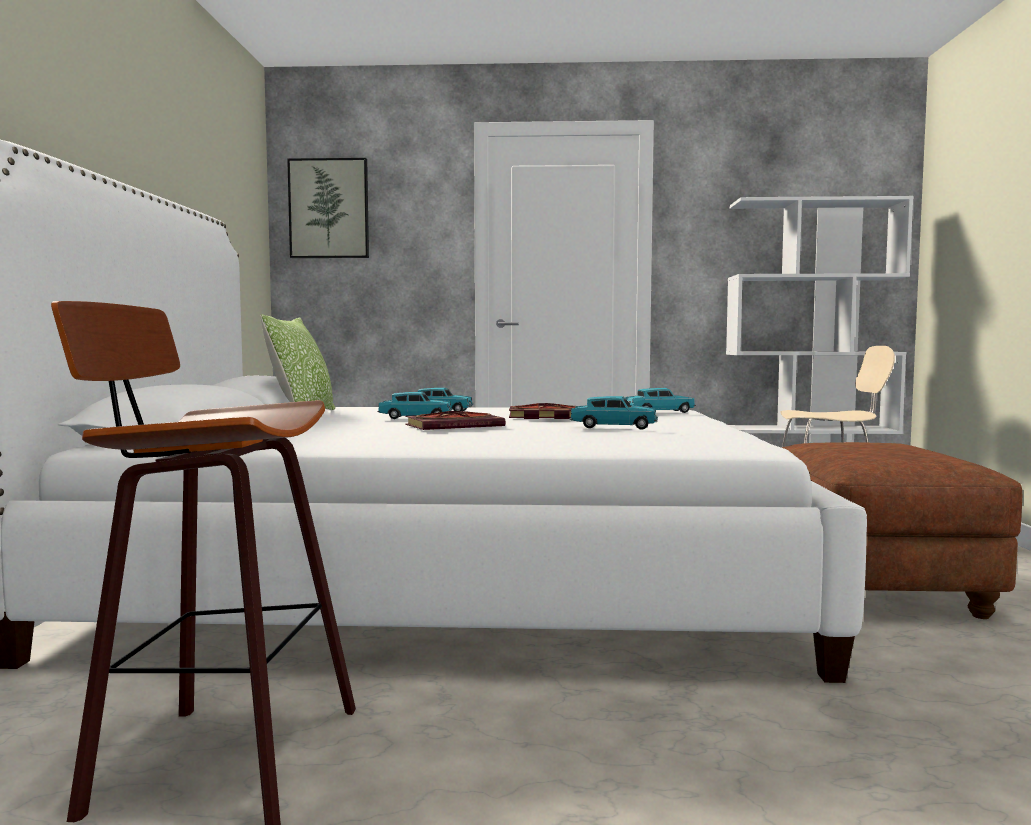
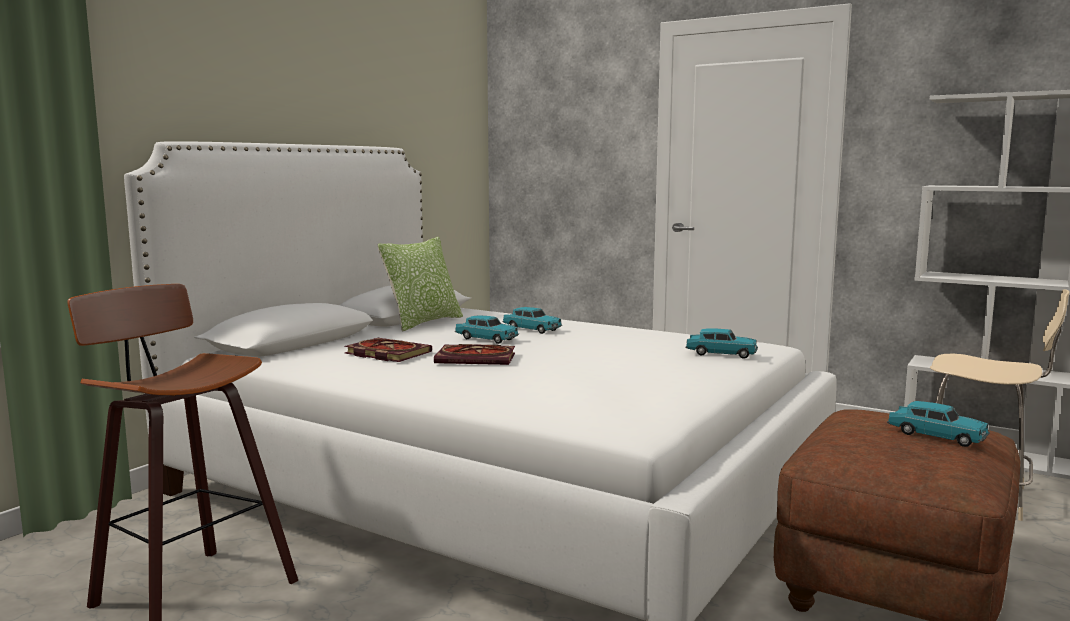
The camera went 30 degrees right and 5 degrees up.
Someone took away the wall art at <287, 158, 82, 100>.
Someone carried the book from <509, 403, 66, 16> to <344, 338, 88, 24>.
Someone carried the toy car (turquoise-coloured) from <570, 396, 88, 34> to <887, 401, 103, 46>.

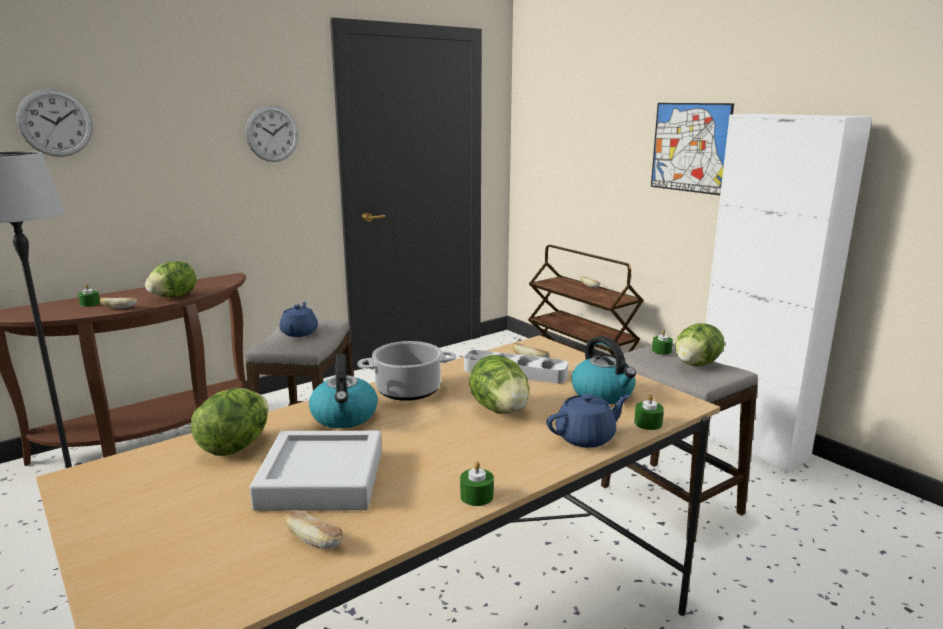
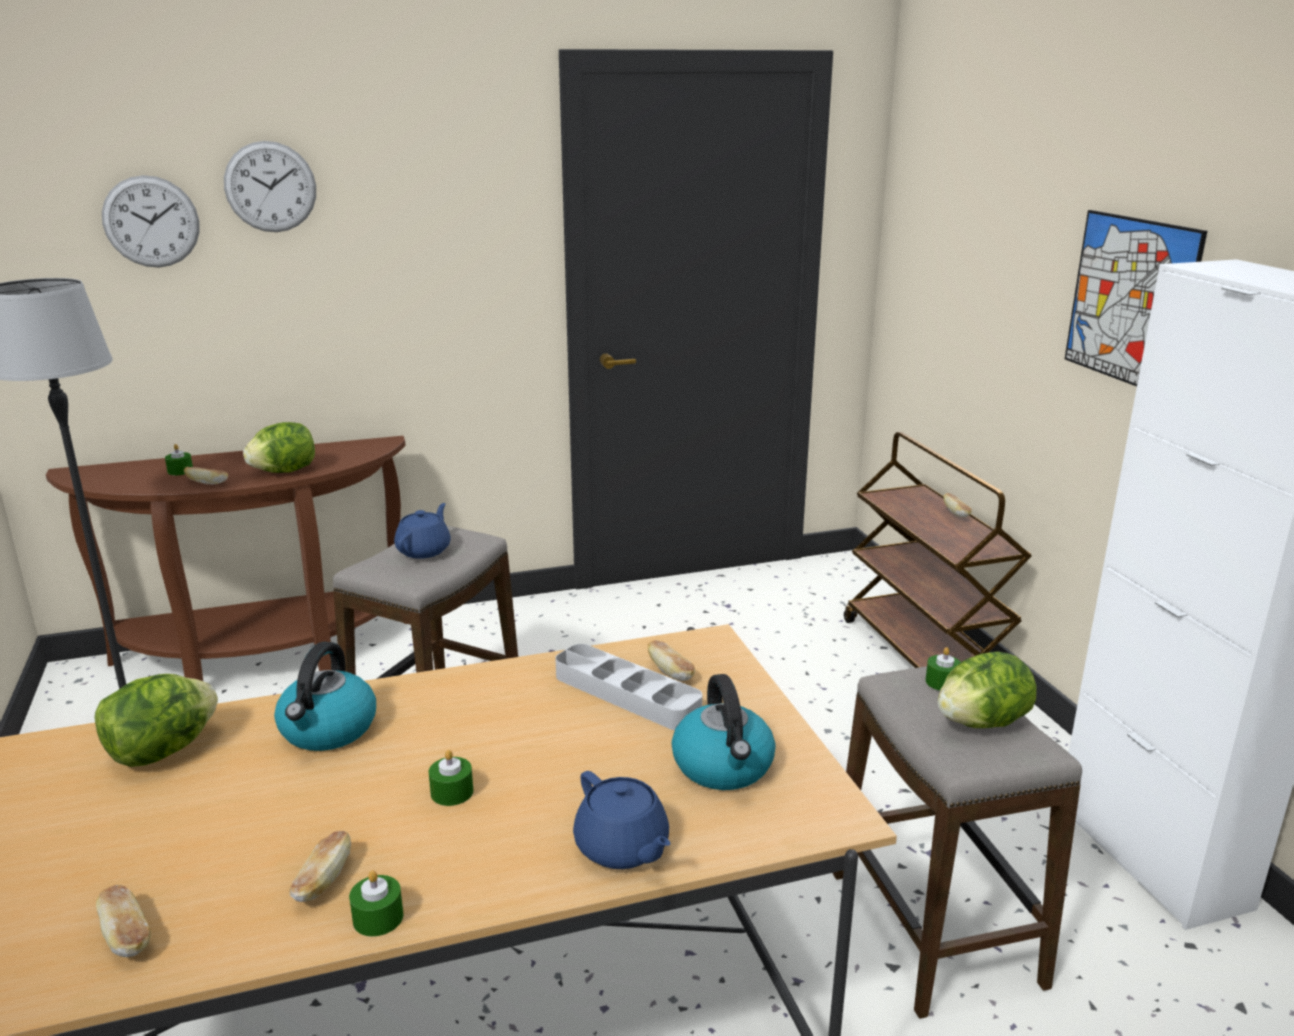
The camera went 20 degrees right and 5 degrees up.
Someone carried the wall clock from <245, 106, 53, 56> to <224, 141, 92, 91>.
Someone took away the serving tray (grey) at <250, 431, 132, 80>.
Someone took away the stockpot at <357, 341, 99, 60>.
Someone took away the head of lettuce at <469, 355, 60, 58>.
Someone rotated the tea pot (blue-coloured) at <547, 394, 83, 54> by 60 degrees clockwise.
Someone carried the wax candle (greenish) from <634, 394, 30, 36> to <429, 750, 44, 56>.
Someone put down the bakery bread at <289, 831, 62, 71>.

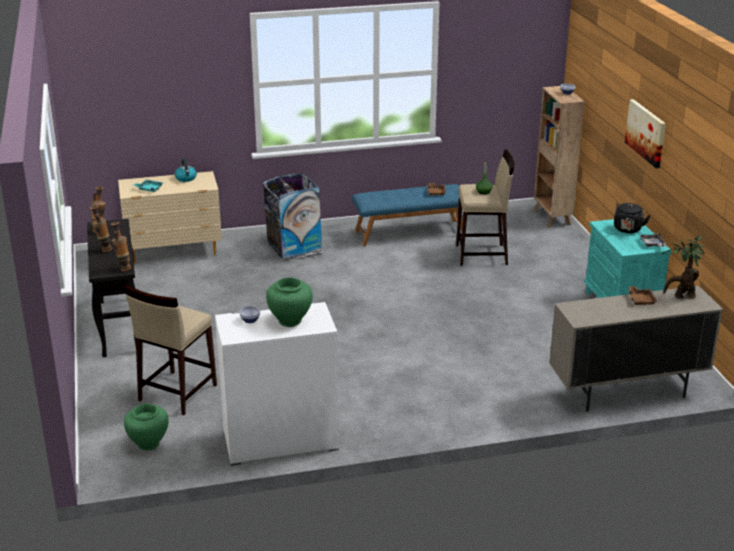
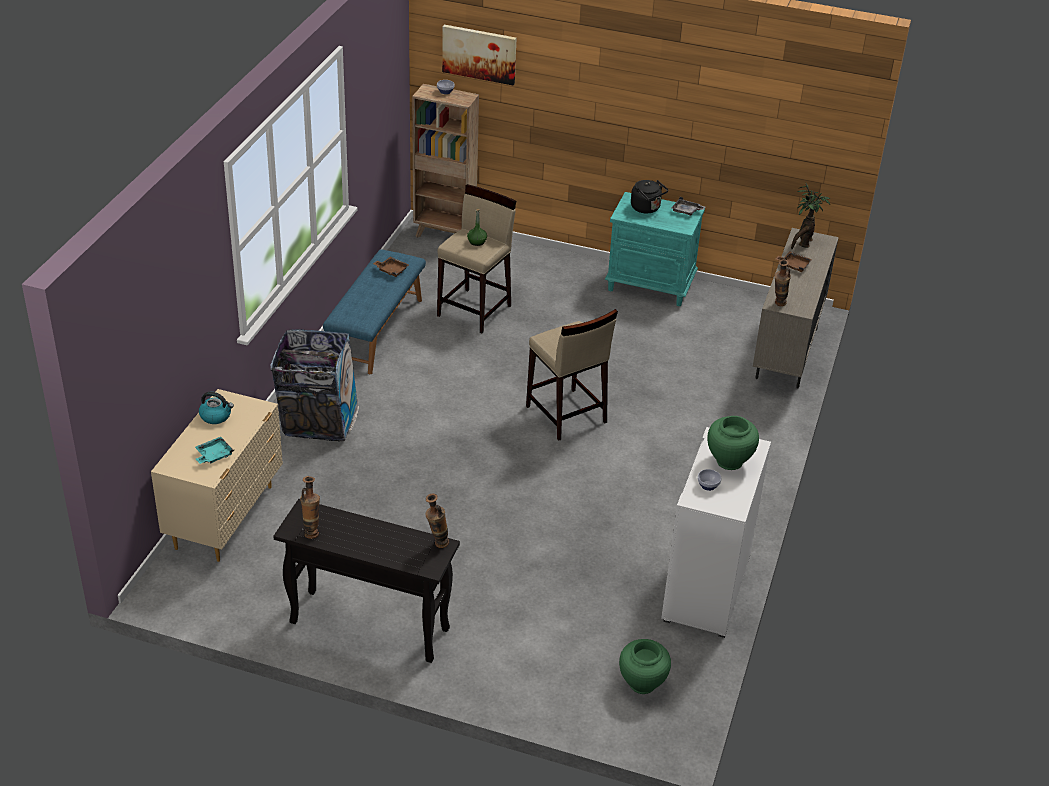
The camera went 60 degrees left and 10 degrees up.
Someone carried the vase from <89, 205, 23, 47> to <775, 259, 16, 47>.
Someone carried the stool (beige) from <124, 285, 93, 130> to <526, 309, 92, 132>.
Someone carried the wall art from <625, 99, 41, 69> to <442, 25, 74, 60>.

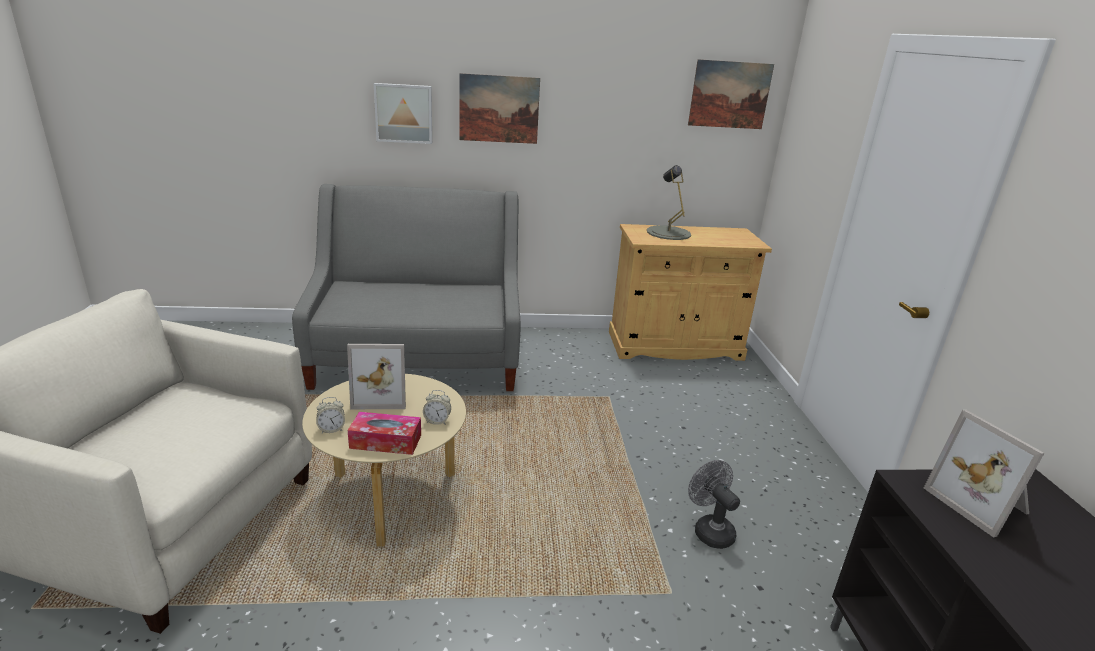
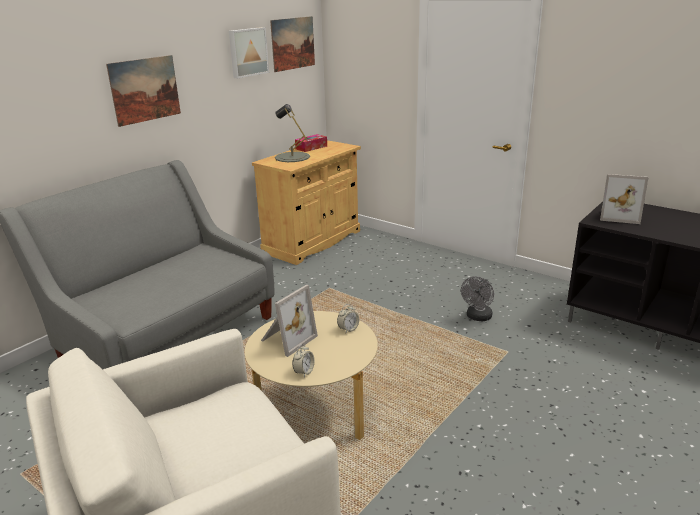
The camera went 45 degrees left and 0 degrees up.
Someone carried the tissue box from <348, 412, 73, 43> to <295, 134, 32, 18>.
Someone carried the wall art from <374, 83, 58, 61> to <229, 27, 40, 51>.
Someone rotated the electric fan (grey) at <688, 460, 52, 89> by 75 degrees counterclockwise.

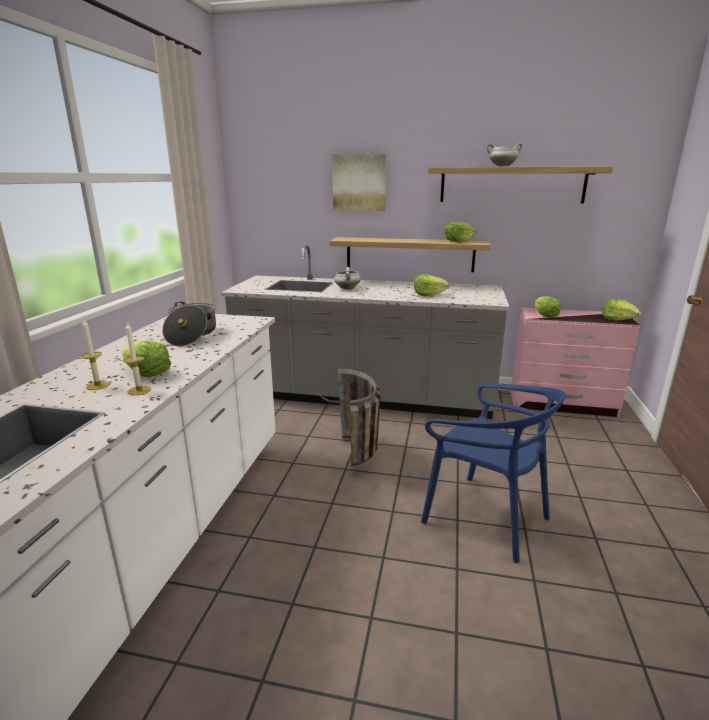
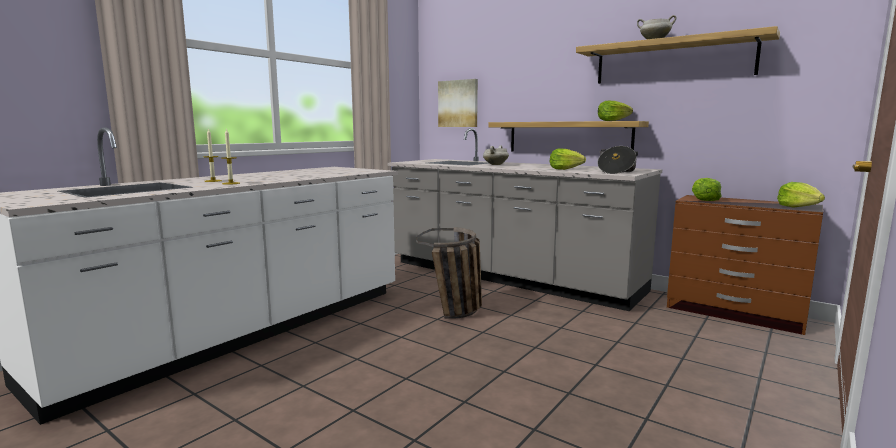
The camera went 25 degrees right and 10 degrees down.
Someone took away the head of lettuce at <122, 341, 49, 36>.
Someone carried the stockpot from <162, 302, 54, 45> to <598, 146, 40, 28>.
Someone carried the wall art from <332, 153, 54, 58> to <438, 79, 40, 48>.
Someone took away the chair (blue-coloured) at <421, 383, 145, 180>.
Someone repainted the dresser (pink-coloured) at <510, 307, 130, 110>, which became the dresser (brown) at <667, 195, 156, 140>.

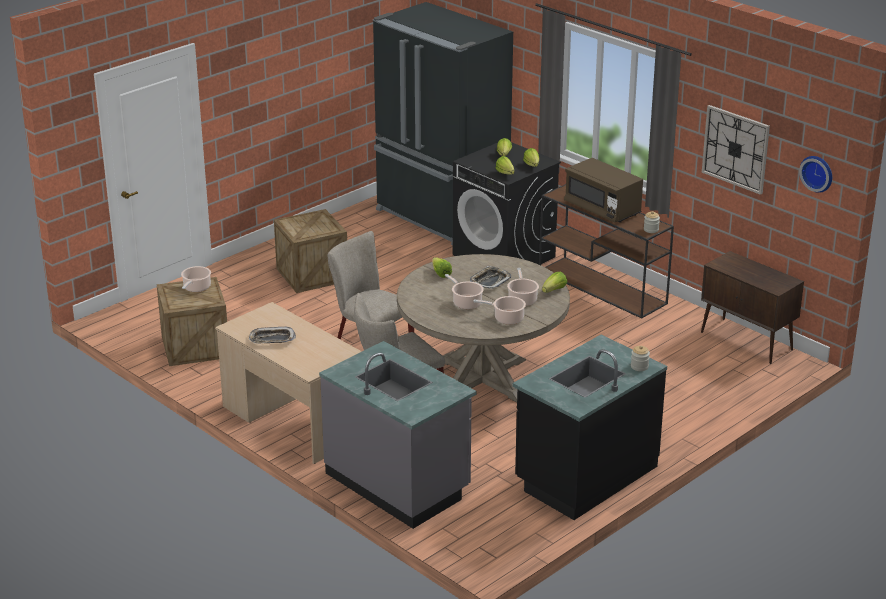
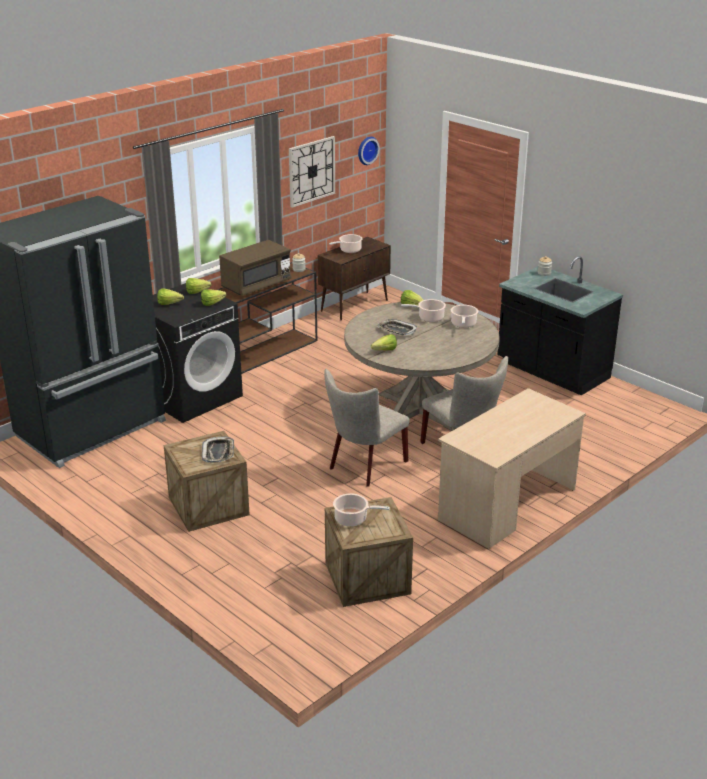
The camera went 90 degrees left and 0 degrees up.
Someone carried the serving tray from <249, 327, 47, 16> to <202, 436, 32, 26>.
Someone took away the kitchen counter (grey) at <319, 341, 157, 188>.
Someone carried the stockpot from <445, 274, 39, 35> to <329, 234, 34, 19>.

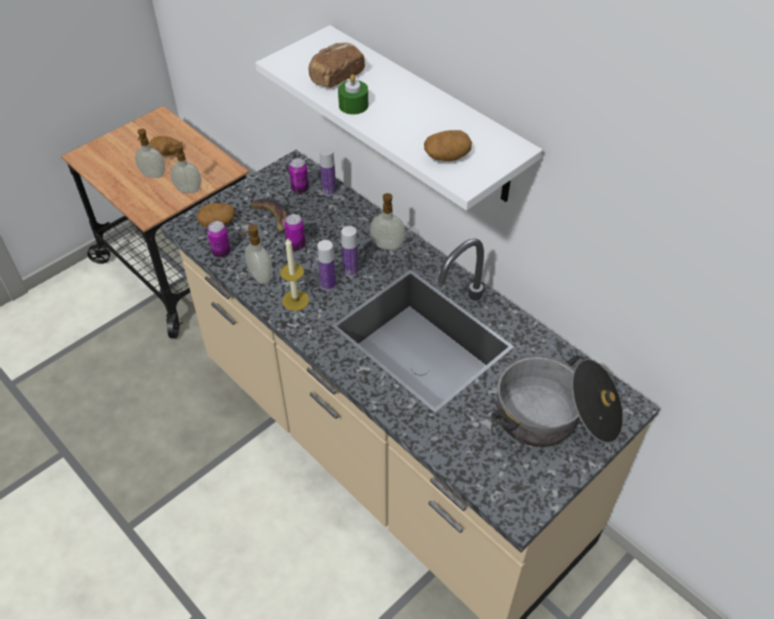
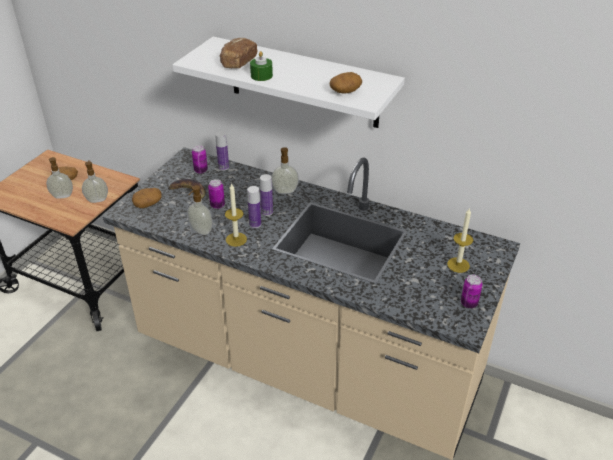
The camera went 20 degrees left and 10 degrees down.
Someone carried the sealed can from <207, 221, 24, 37> to <461, 275, 22, 33>.
Someone swapped the stockpot at <491, 355, 132, 92> for the wax candle at <447, 207, 26, 66>.

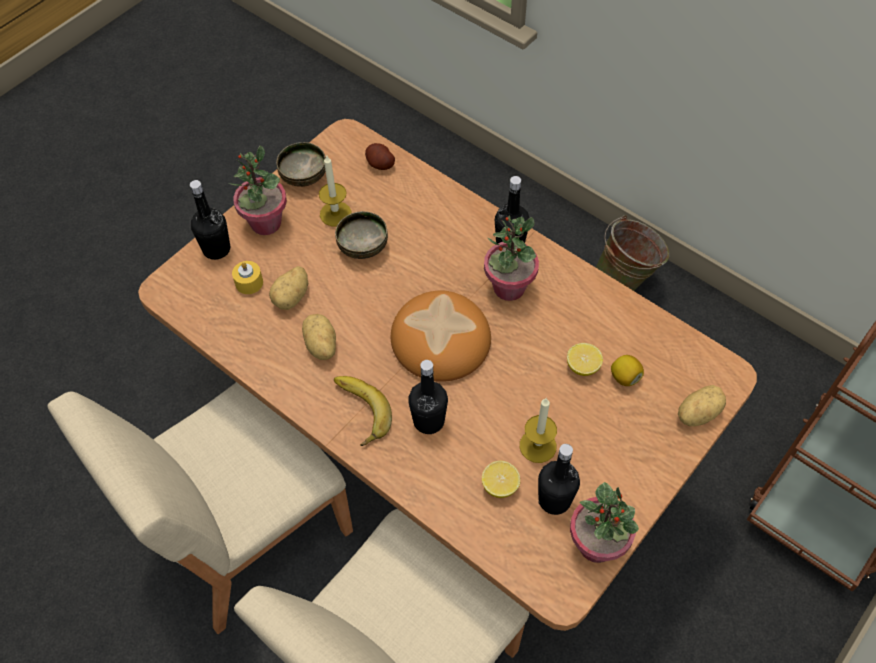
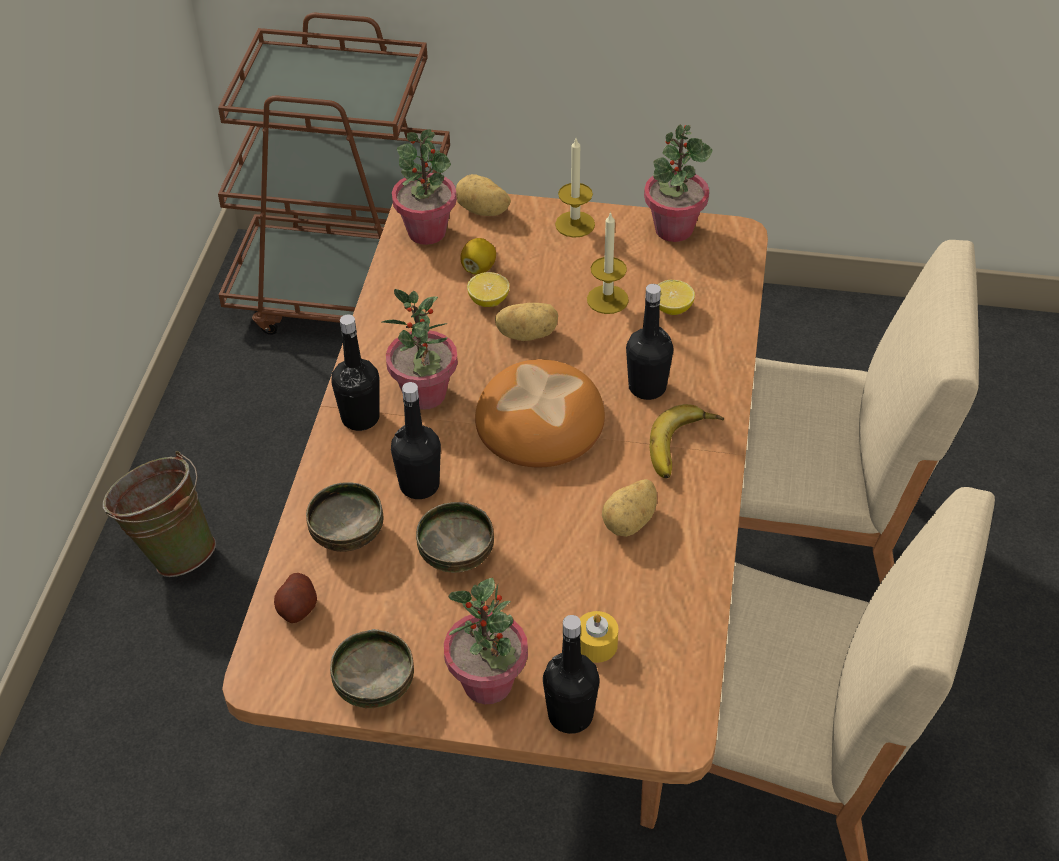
The camera went 120 degrees left and 10 degrees down.
Someone carried the potato from <269, 266, 39, 44> to <495, 303, 63, 38>.
Someone carried the wax candle from <319, 154, 33, 72> to <555, 138, 40, 100>.
Someone carried the beverage bottle (black-coloured) from <538, 444, 42, 71> to <391, 382, 50, 117>.
Someone put down the deep dish at <306, 482, 78, 70>.
Someone put down the plant in a pot at <392, 129, 65, 116>.

